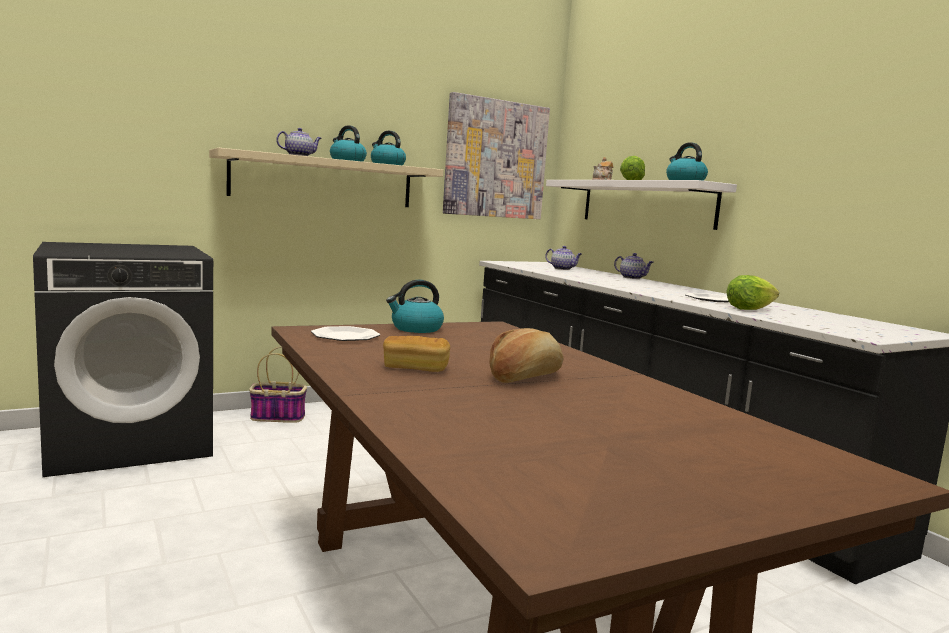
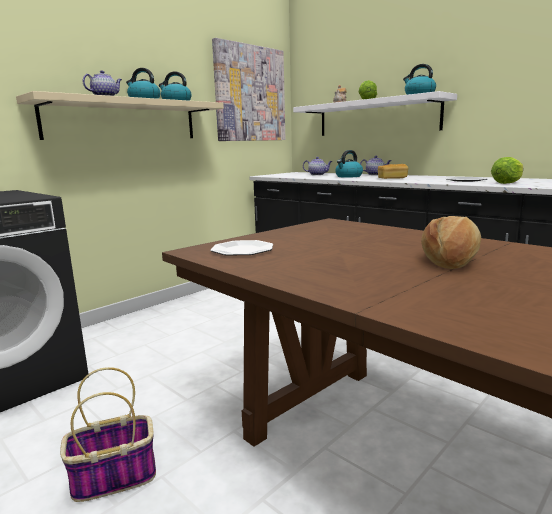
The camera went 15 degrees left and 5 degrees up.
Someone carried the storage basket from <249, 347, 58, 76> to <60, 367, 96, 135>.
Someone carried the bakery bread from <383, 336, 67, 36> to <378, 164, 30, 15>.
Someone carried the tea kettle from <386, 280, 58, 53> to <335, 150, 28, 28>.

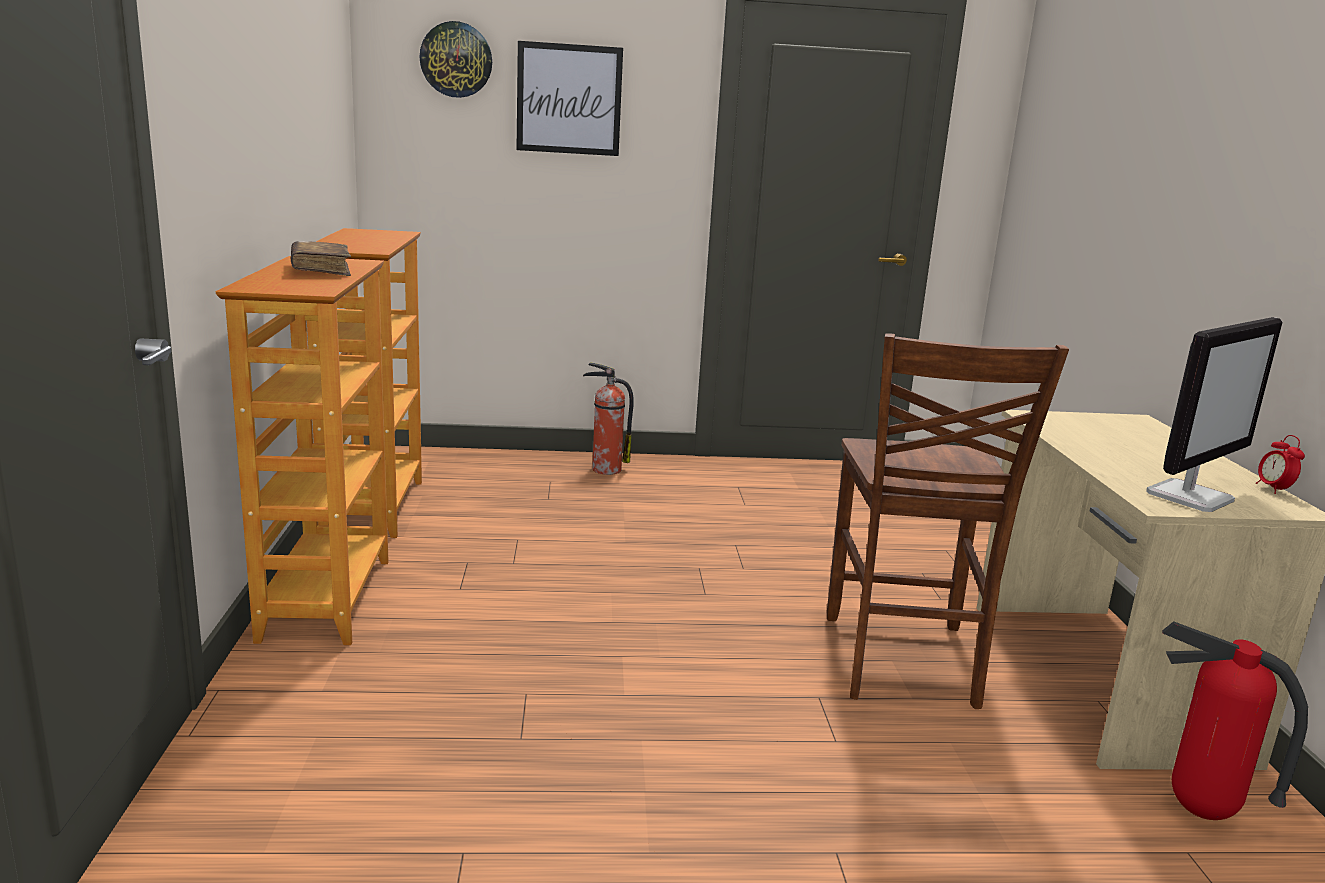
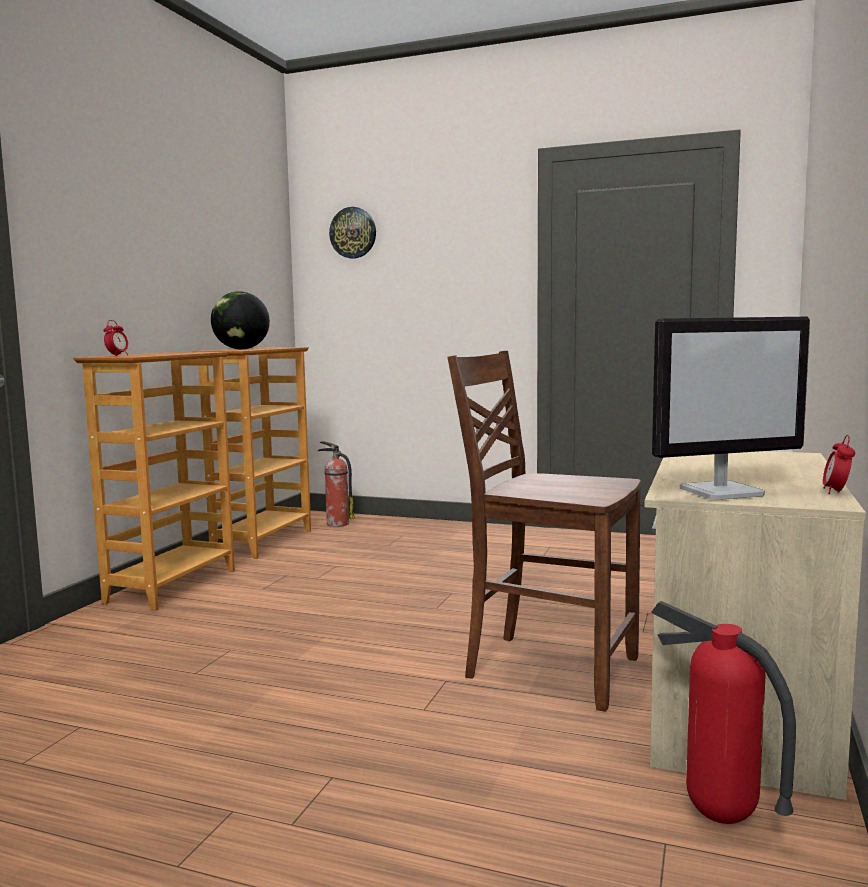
The camera went 25 degrees right and 10 degrees down.
Someone took away the book (brown) at <291, 241, 60, 35>.
Someone took away the wall art at <516, 41, 107, 115>.
Someone carried the fire-fighting cylinder from <583, 362, 51, 113> to <318, 441, 37, 86>.
Someone rotated the chair (brown) at <827, 333, 242, 376> by 90 degrees clockwise.
Someone put down the table clock at <103, 320, 25, 36>.
Someone put down the globe at <211, 291, 59, 58>.

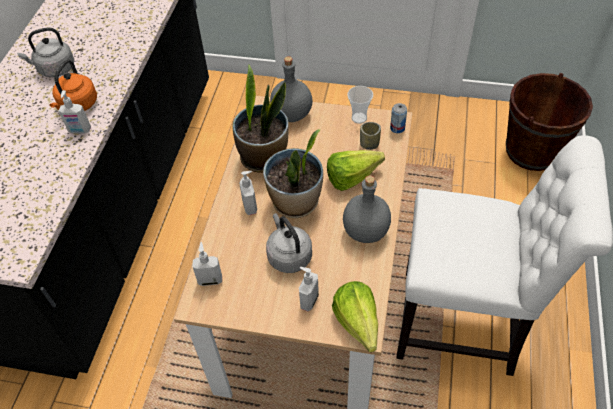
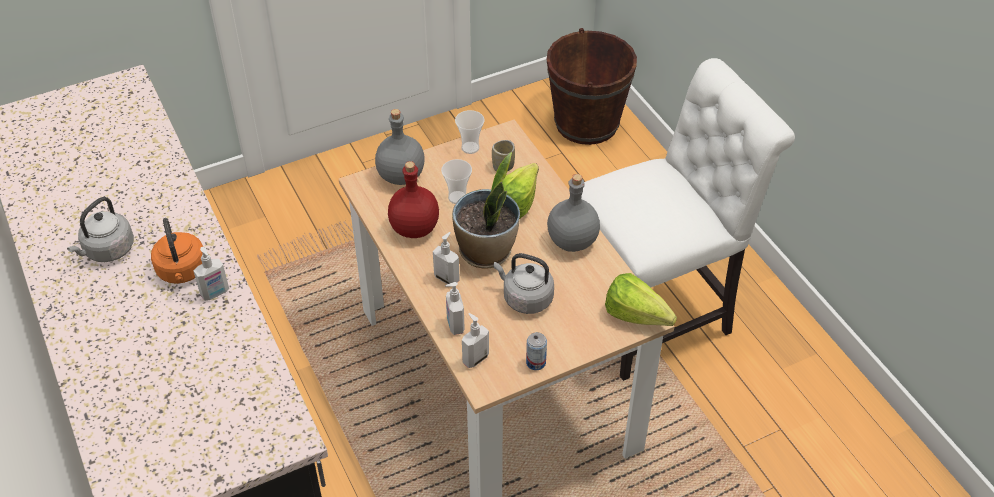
The camera went 40 degrees left and 5 degrees down.
Someone swapped the plant in a pot at <233, 65, 56, 108> for the beverage bottle (red-coloured) at <388, 161, 51, 77>.
Someone carried the soap dispenser from <299, 267, 20, 45> to <445, 282, 20, 53>.
Someone carried the sealed can from <390, 103, 17, 30> to <526, 332, 21, 38>.
Someone put down the drinking cup at <441, 159, 31, 45>.

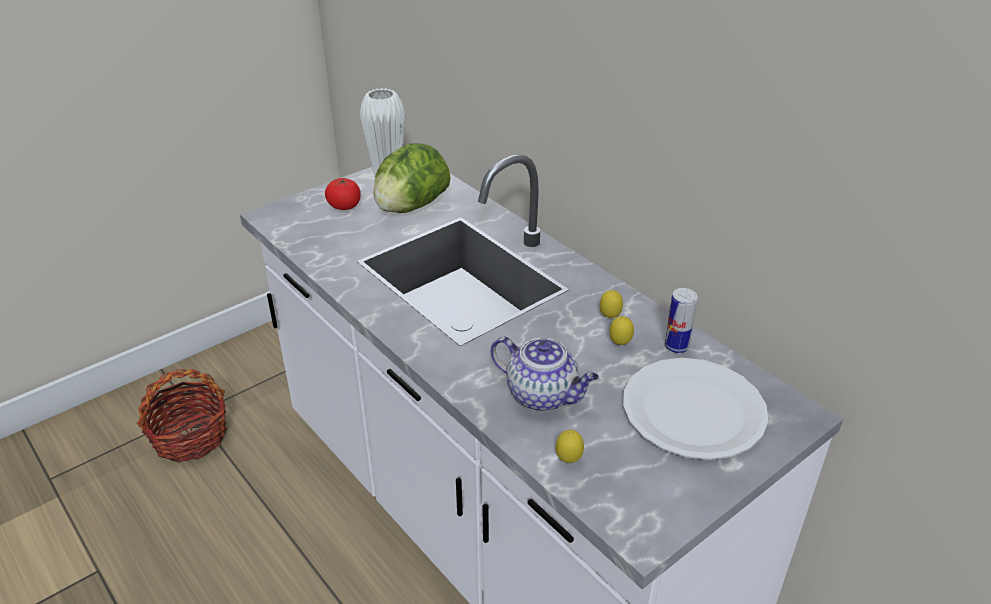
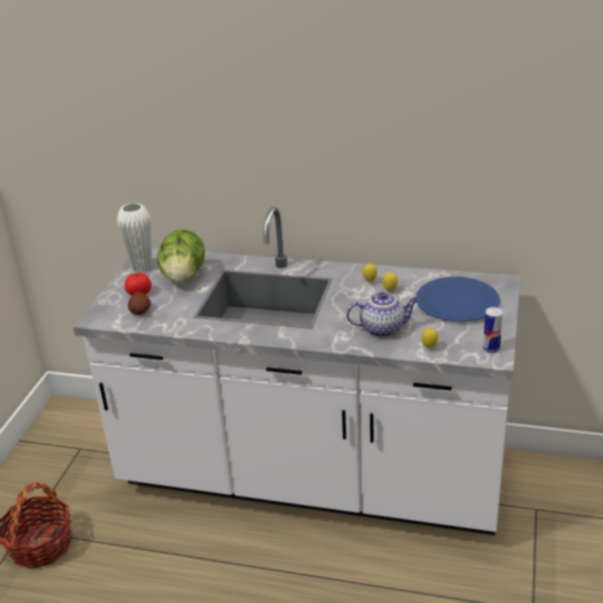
The camera went 35 degrees left and 5 degrees down.
Someone repainted the plate (whitish) at <623, 358, 145, 102>, which became the plate (blue-coloured) at <416, 277, 84, 45>.
Someone carried the sealed can from <665, 288, 33, 65> to <483, 307, 20, 46>.
Someone put down the potato at <128, 292, 23, 23>.

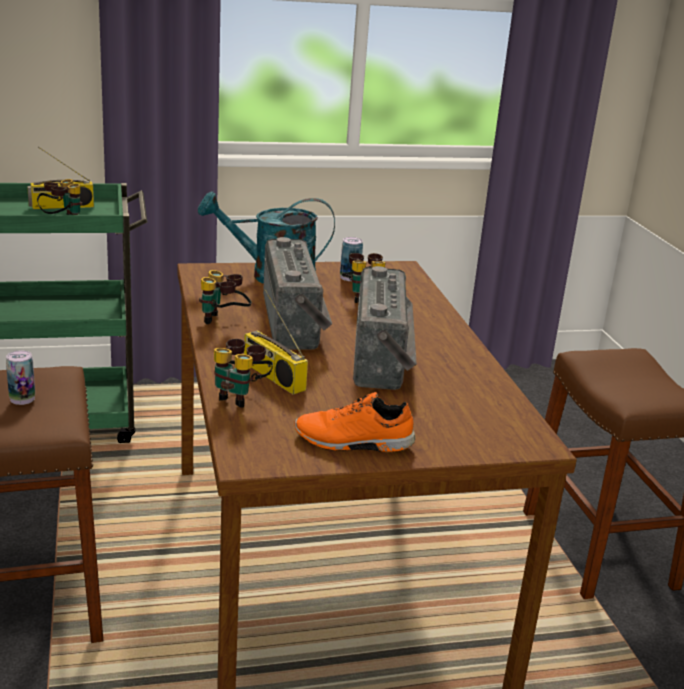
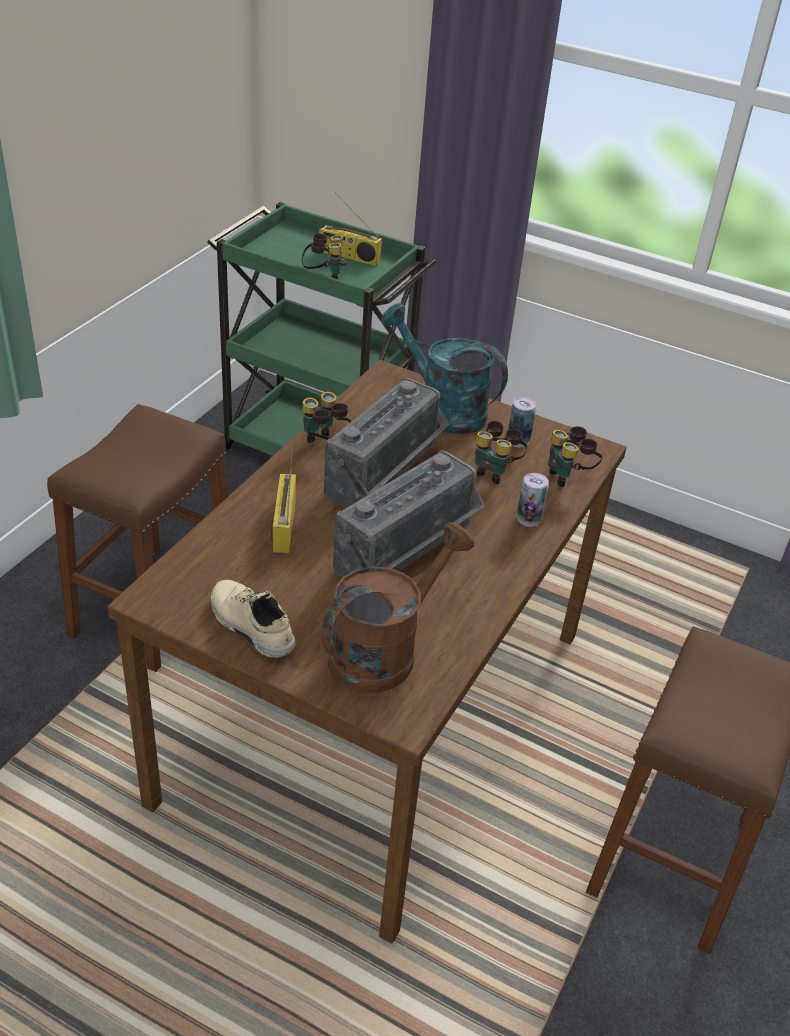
The camera went 40 degrees right and 15 degrees up.
Someone carried the sealed can from <6, 351, 29, 54> to <517, 473, 32, 54>.
Someone carried the binoculars from <214, 339, 59, 69> to <548, 426, 55, 61>.
Someone repainted the shoe (orangey) at <294, 392, 122, 60>, which became the shoe (beige) at <211, 580, 85, 78>.
Someone put down the watering can (brown) at <321, 522, 153, 171>.

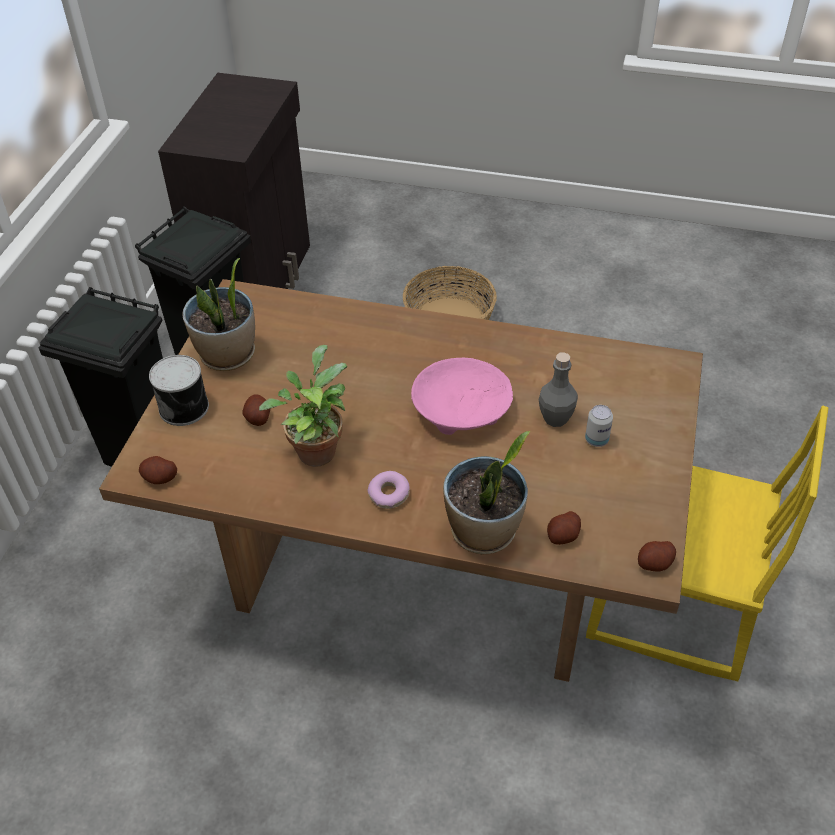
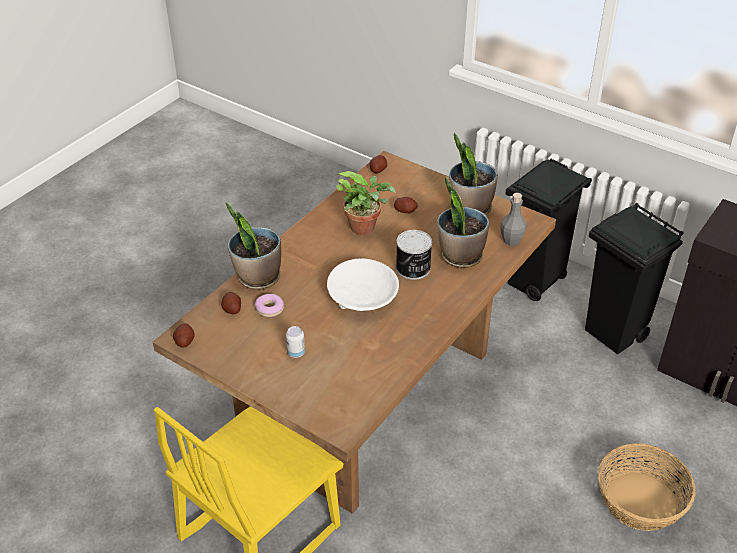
The camera went 110 degrees right and 5 degrees down.
Someone carried the sealed can from <149, 355, 60, 71> to <396, 230, 36, 50>.
Someone carried the ring doughnut from <368, 471, 42, 38> to <255, 294, 29, 23>.
Someone repainted the deep dish (pink-coloured) at <411, 358, 102, 77>, which became the deep dish (whitish) at <327, 259, 72, 52>.
Someone carried the beverage bottle (grey) from <539, 352, 39, 75> to <500, 193, 27, 53>.
Someone put down the plant in a pot at <437, 176, 52, 92>.

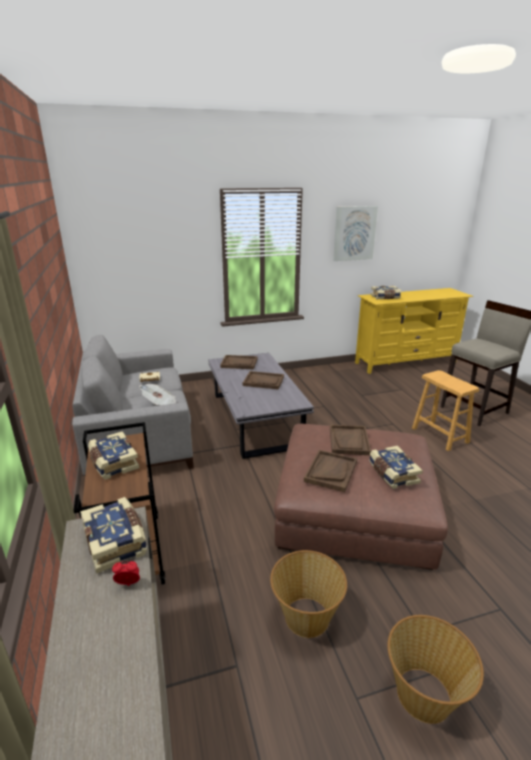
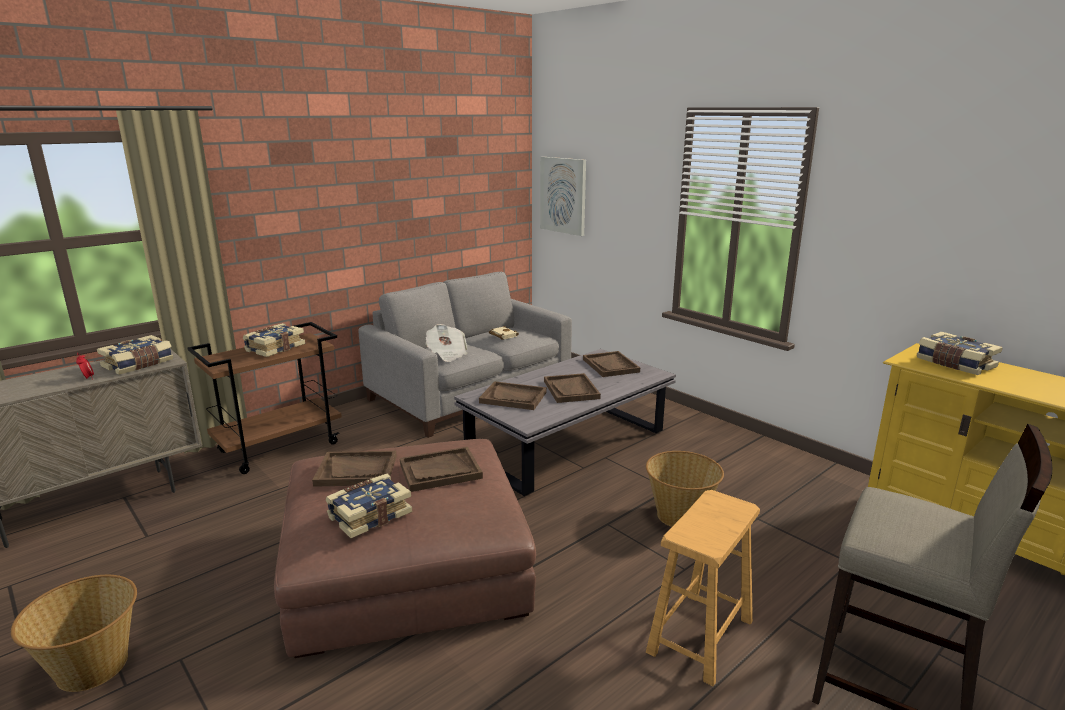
The camera went 65 degrees right and 5 degrees down.
Someone carried the storage basket from <270, 550, 77, 88> to <646, 451, 78, 76>.
Someone carried the wall art from <333, 206, 45, 55> to <540, 157, 46, 79>.
Someone put down the serving tray (brown) at <479, 381, 68, 29>.

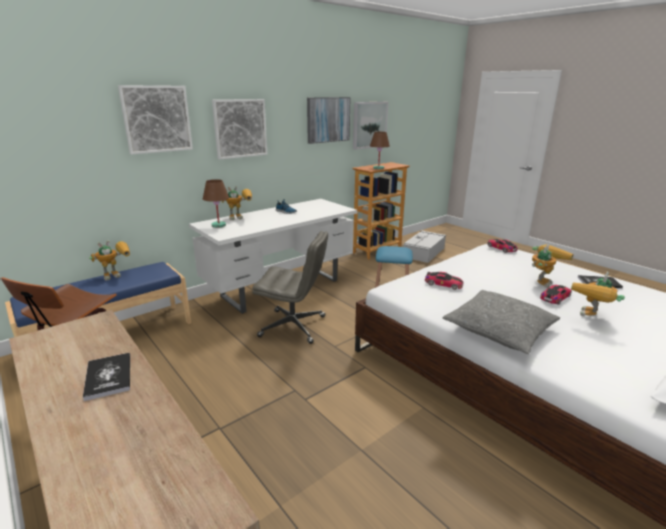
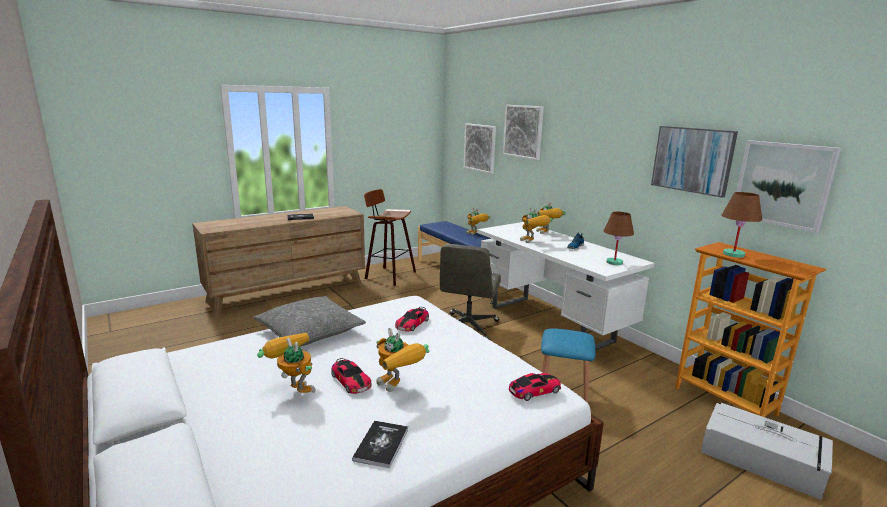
The camera went 95 degrees right and 5 degrees down.
Someone carried the lamp for a table (brown) from <203, 179, 26, 49> to <604, 212, 30, 53>.
Someone carried the wall art from <212, 99, 55, 61> to <464, 123, 32, 51>.
Someone put down the model robot at <520, 207, 32, 36>.

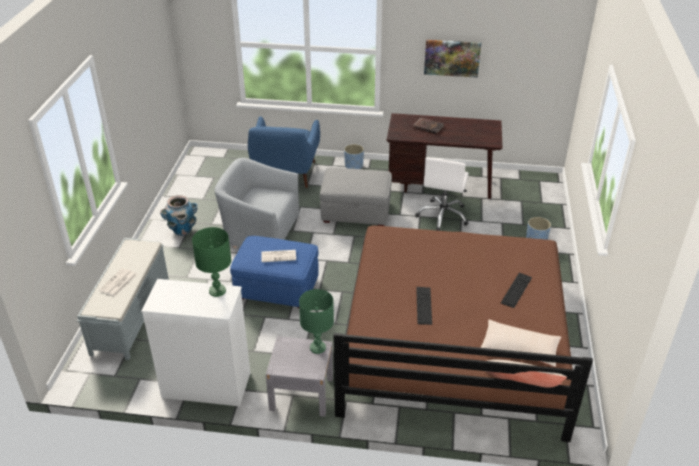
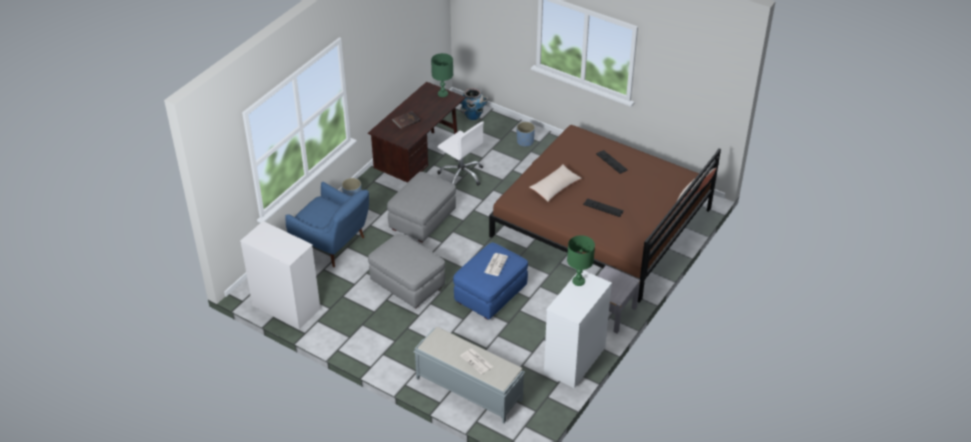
The camera went 65 degrees left and 5 degrees up.
Someone carried the plant pot from <160, 195, 38, 41> to <460, 88, 28, 32>.
Someone swapped the armchair (grey) at <215, 158, 84, 90> for the ottoman (grey) at <368, 233, 77, 75>.
Someone carried the lamp for a table (greenish) from <299, 289, 35, 65> to <431, 53, 22, 44>.
Someone took away the wall art at <424, 40, 57, 38>.
Someone carried the throw pillow (beige) from <481, 319, 80, 48> to <529, 164, 53, 38>.
Someone put down the dresser (whitish) at <240, 221, 80, 109>.

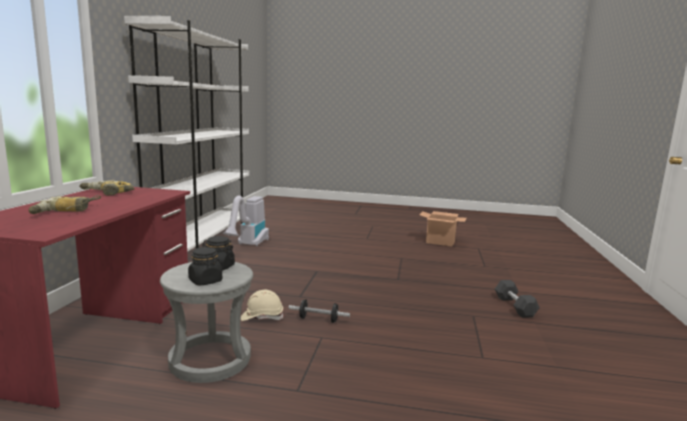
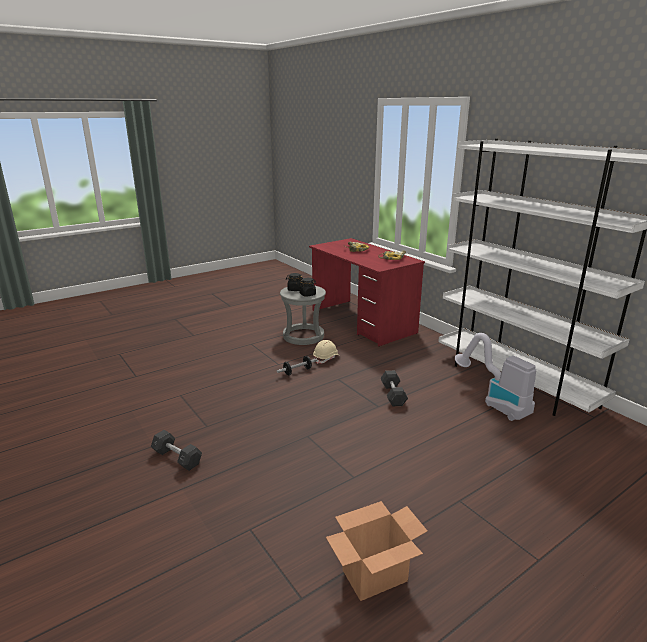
The camera went 135 degrees right and 10 degrees up.
Someone put down the hand weight (grey) at <381, 371, 27, 35>.

